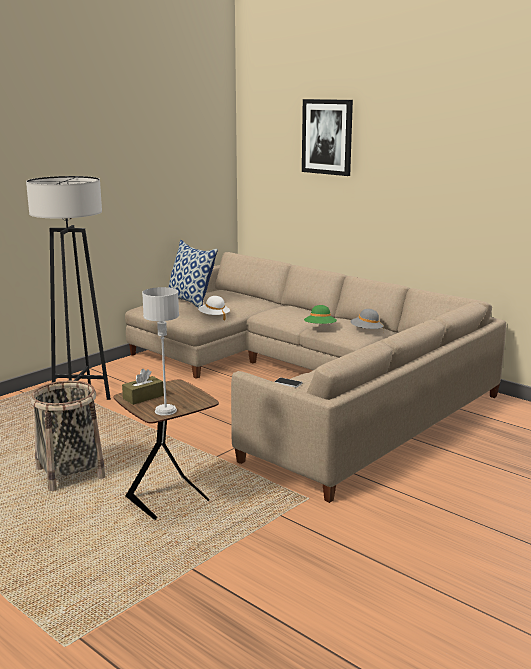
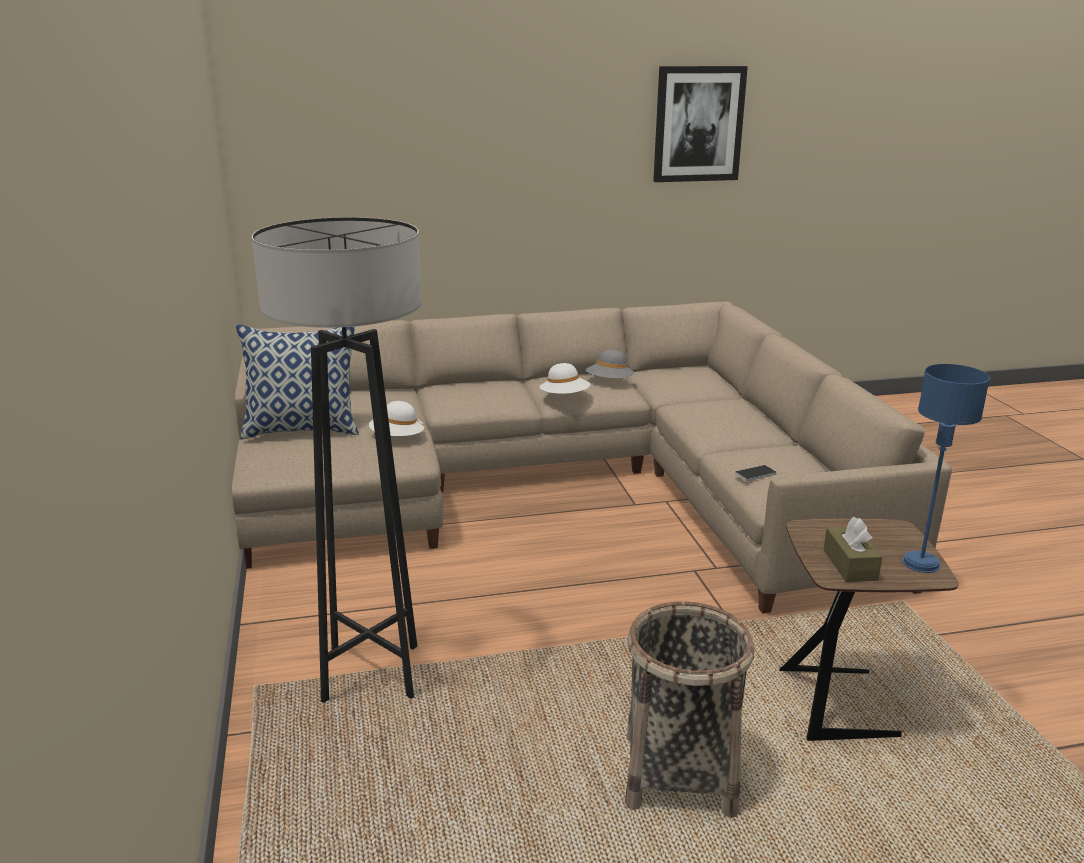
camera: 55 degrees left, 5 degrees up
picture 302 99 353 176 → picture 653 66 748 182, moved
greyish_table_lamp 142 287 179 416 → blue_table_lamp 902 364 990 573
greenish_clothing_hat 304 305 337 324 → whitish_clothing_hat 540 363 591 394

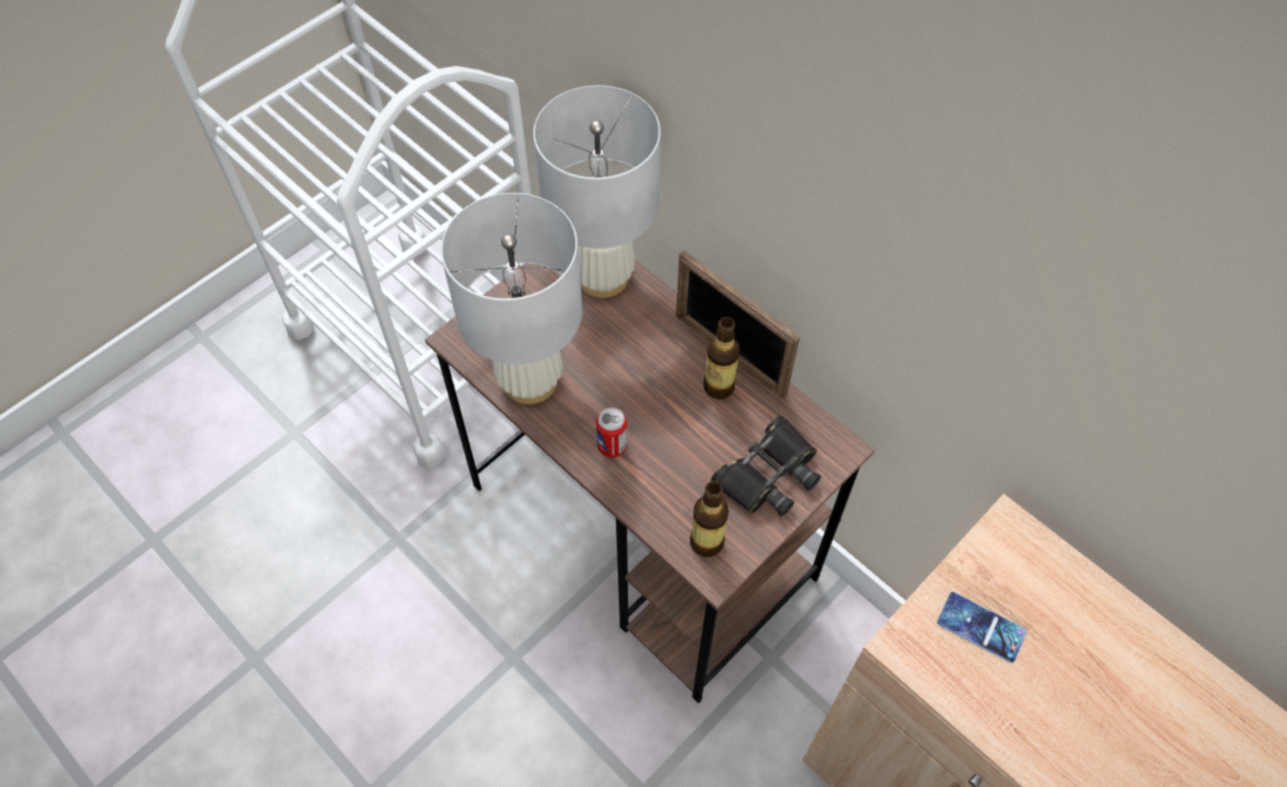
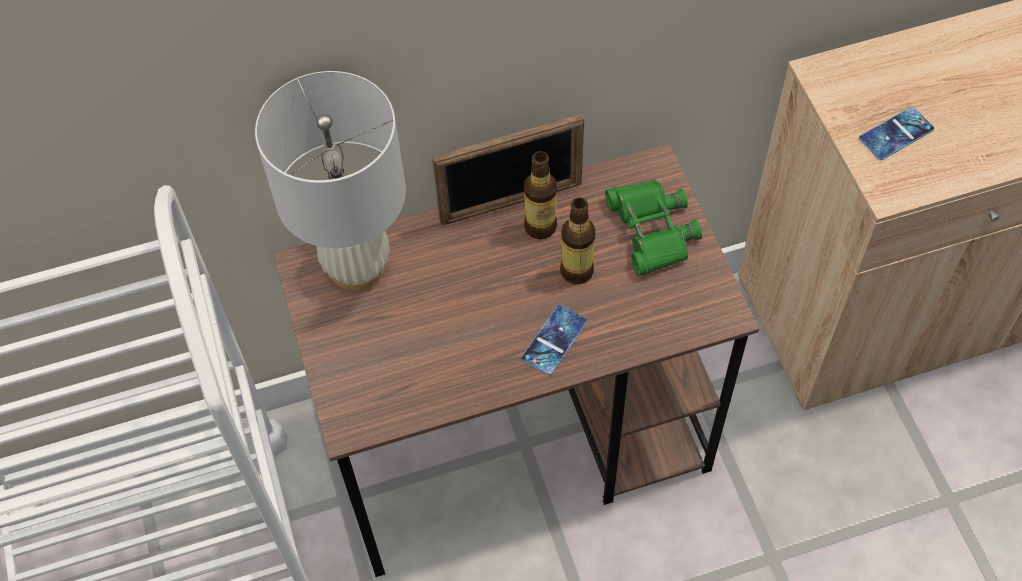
camera: 60 degrees left, 0 degrees up
whitish_table_lamp 441 193 582 404 → -
can 596 407 627 458 → telephone 521 305 588 375
black-coloured_pair_of_binoculars 710 415 821 517 → greenish_pair_of_binoculars 605 180 702 276
beverage_bottle 690 481 729 557 → beverage_bottle 560 197 596 284, moved

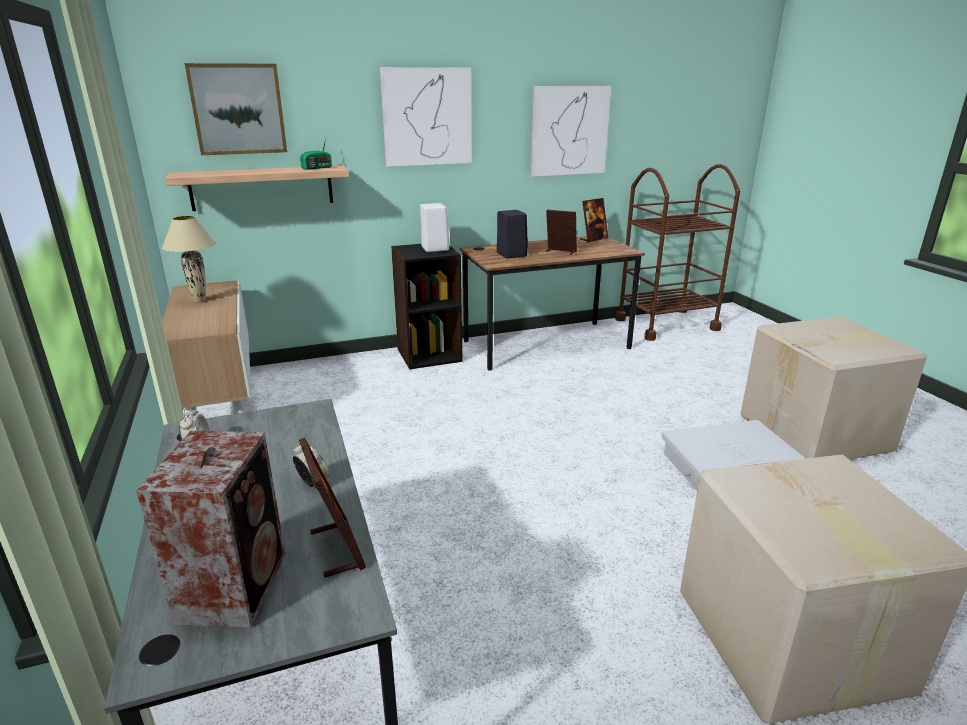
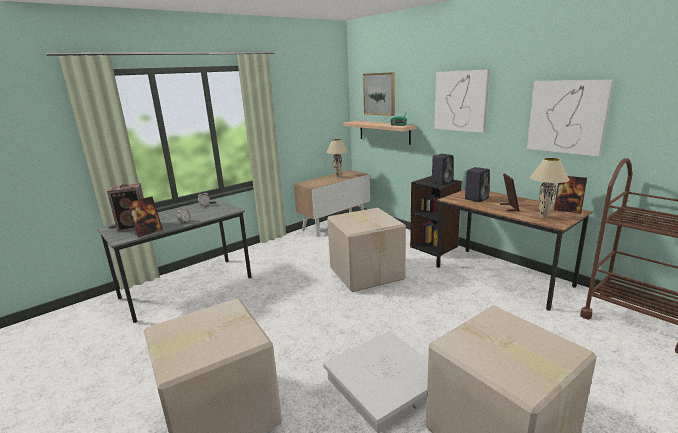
camera: 70 degrees right, 5 degrees down
whitish_audio_speaker 420 203 450 252 → black-coloured_audio_speaker 432 154 454 185
- → sand-coloured_table_lamp 530 158 569 218
- → cardboard_box 327 208 406 292

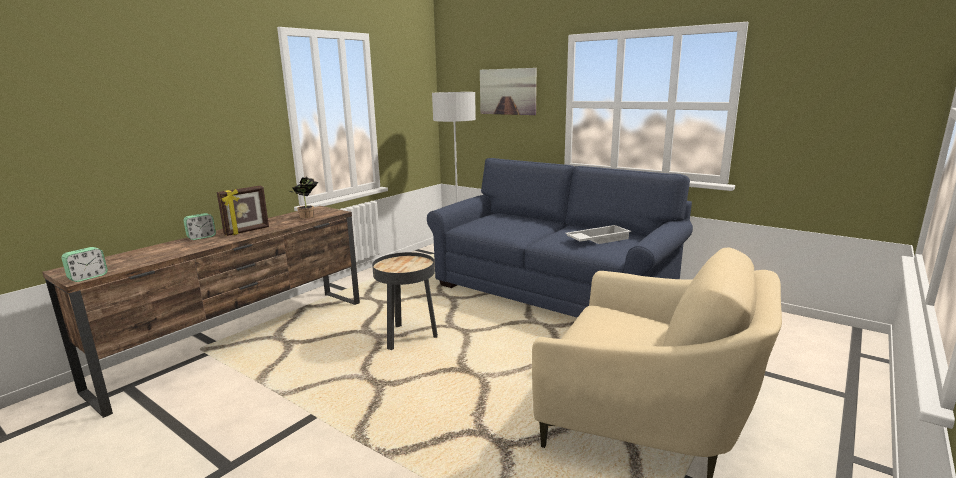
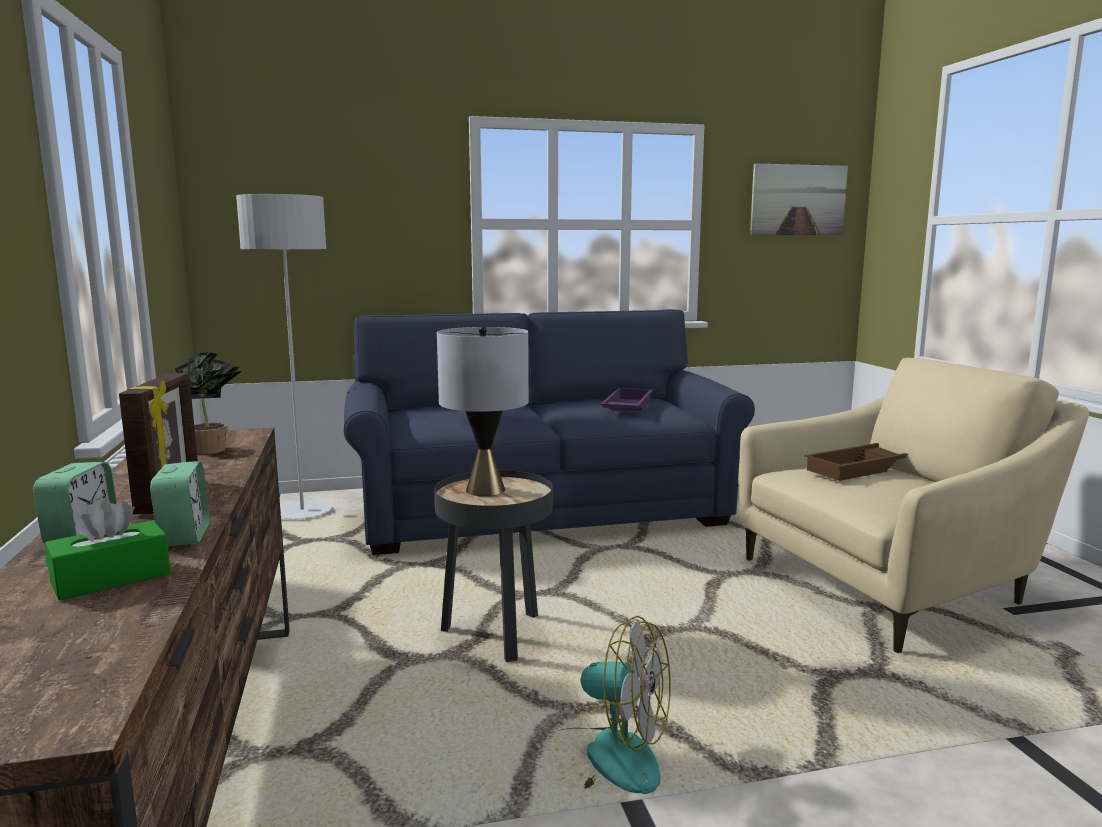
camera: 50 degrees left, 5 degrees down
picture 480 68 537 115 → picture 750 163 848 235, moved
whitish_tray 565 225 631 244 → purple_tray 600 388 653 411
table_clock 61 247 108 282 → table_clock 150 461 210 546, moved
- → greyish_table_lamp 437 326 529 496
- → brownish_tray 804 443 908 481
- → greenish_tissue_box 45 498 171 600
- → cooling_fan 555 616 671 794

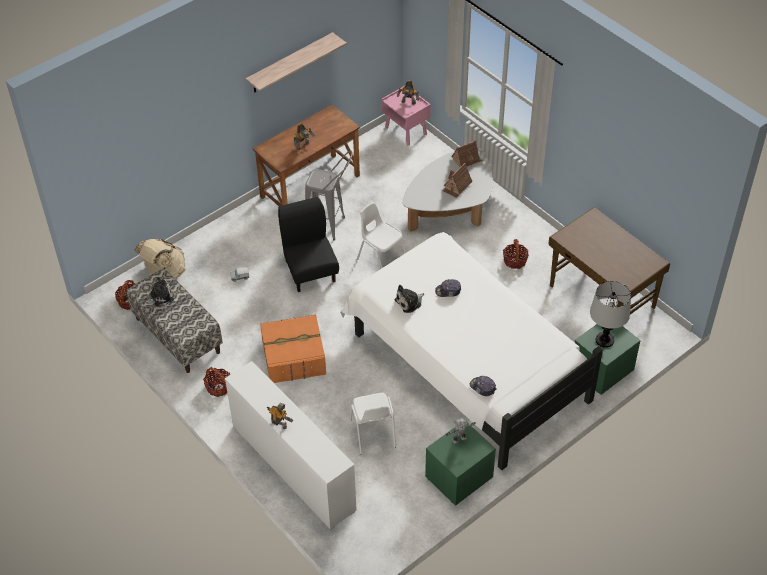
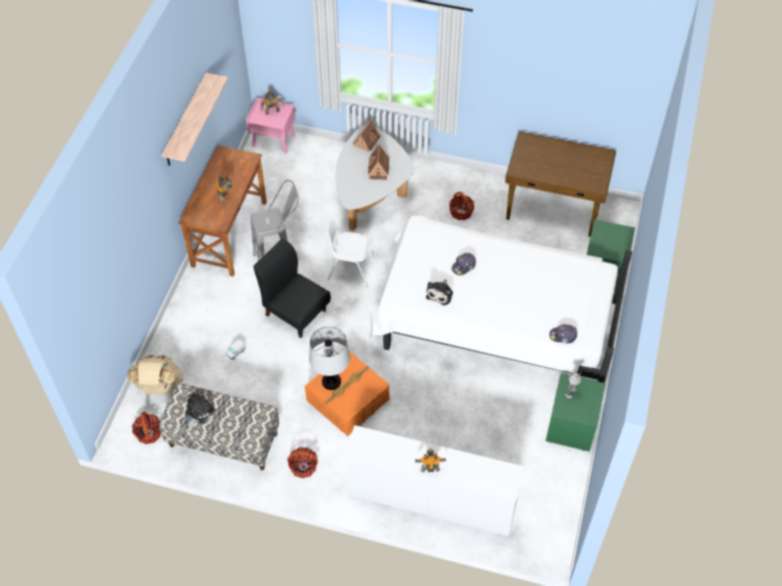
camera: 35 degrees left, 5 degrees up
table_lamp 590 281 631 348 → table_lamp 309 327 350 390, moved
whitish_chair 350 393 396 455 → -

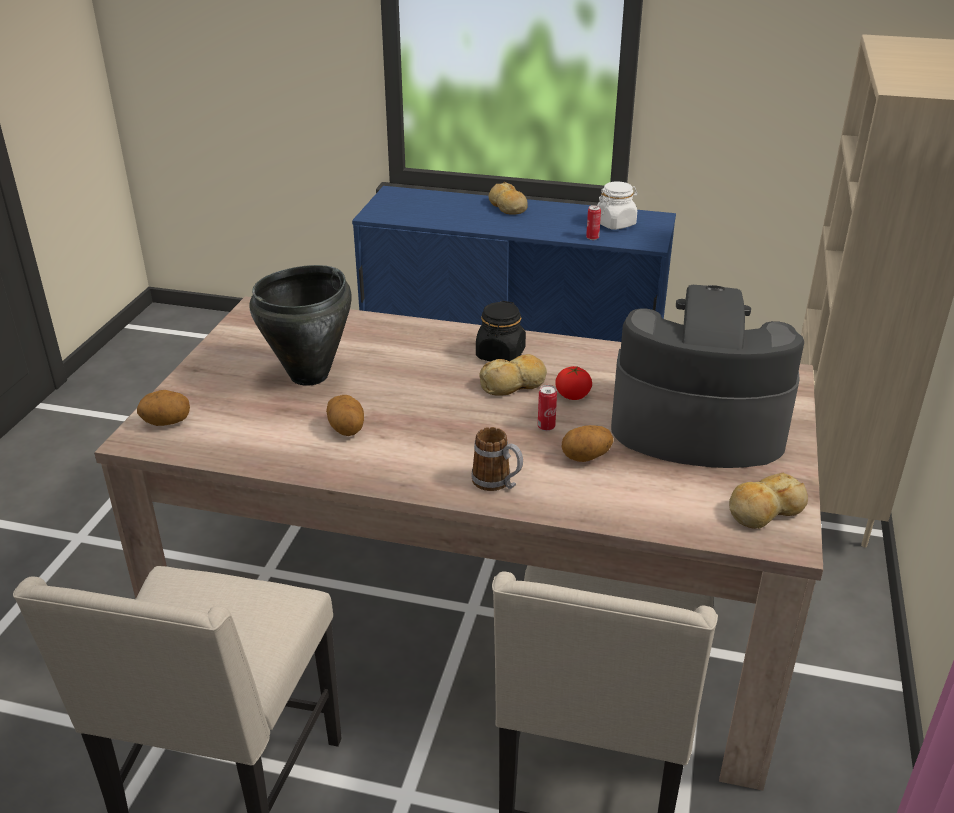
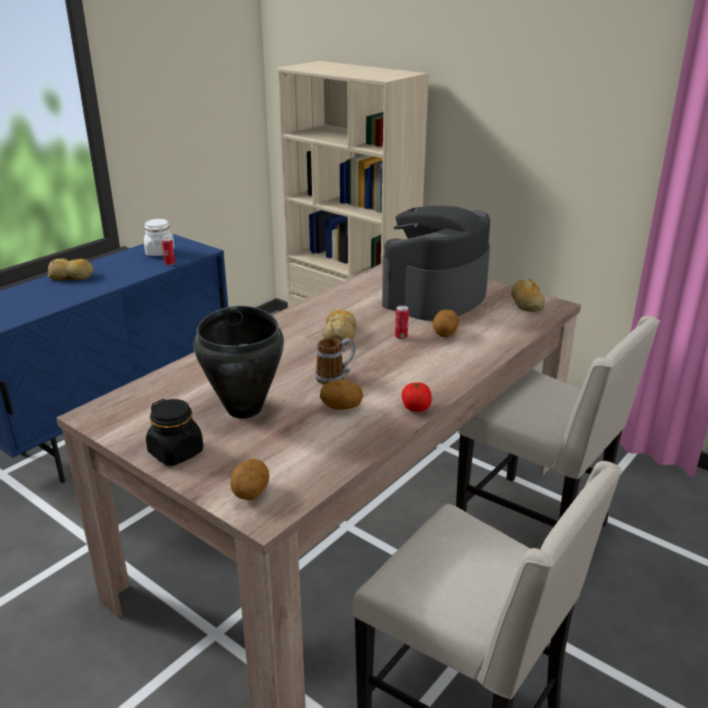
camera: 65 degrees left, 5 degrees down
black-coloured_storage_jar 476 301 526 361 → black-coloured_storage_jar 146 399 203 466, moved
whole_tomato 555 366 592 400 → whole_tomato 402 382 432 412, moved
tea_mug 471 427 523 491 → tea_mug 315 338 355 385, moved

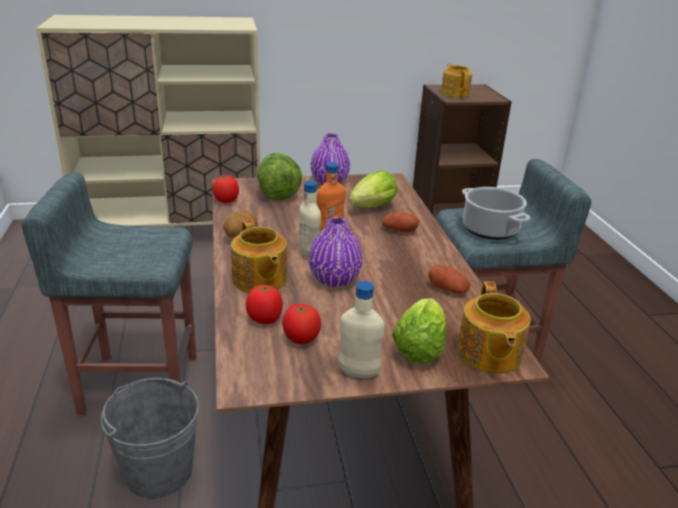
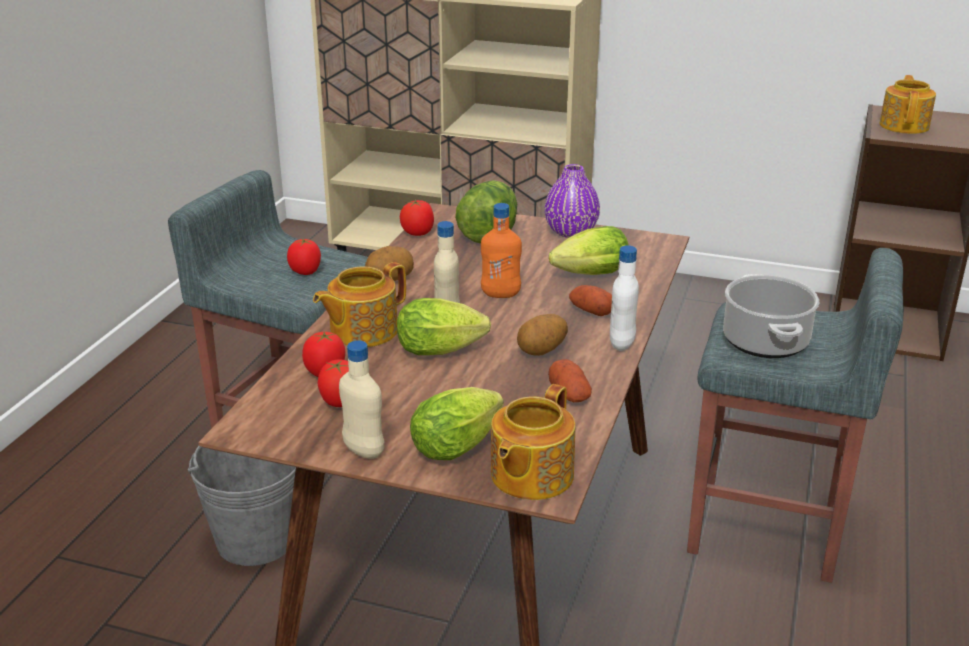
camera: 30 degrees right, 0 degrees up
purple_vase 309 217 363 287 → lettuce 397 298 491 355
teapot 231 219 287 293 → teapot 313 262 406 347, 45 degrees clockwise
- → whole_tomato 287 239 321 275
- → whitish_beverage_bottle 610 245 639 351
- → whole_potato 517 314 568 356

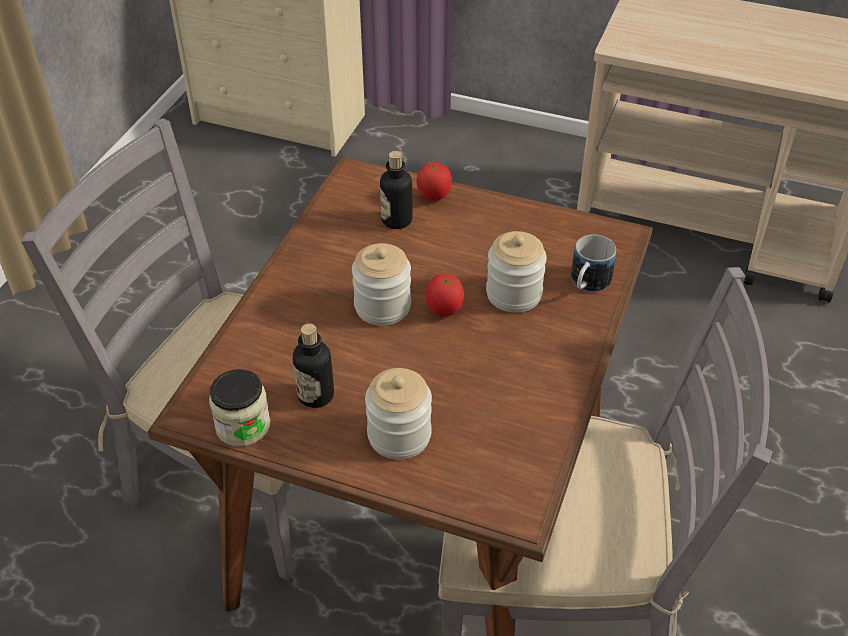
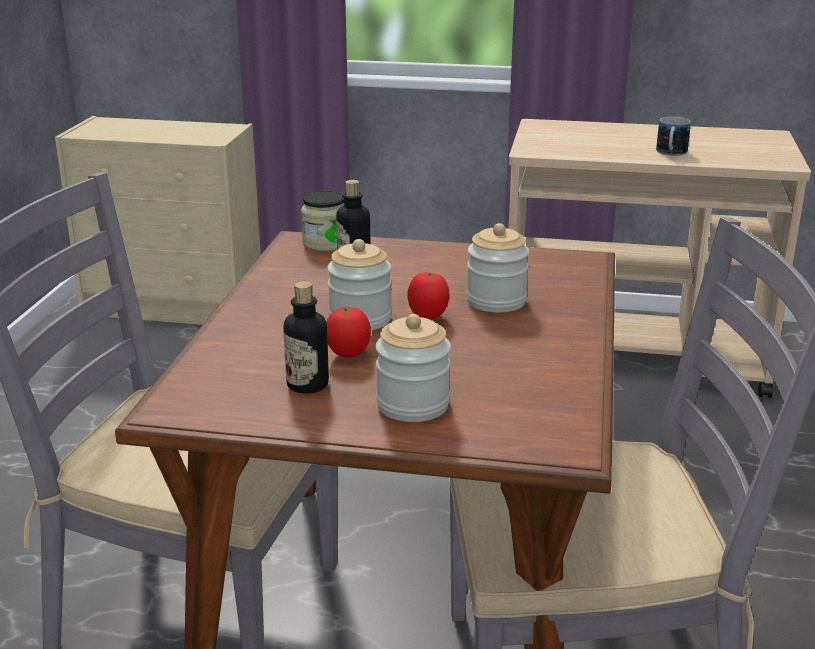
camera: 10 degrees left, 20 degrees down
whole_tomato 416 162 452 201 → whole_tomato 326 307 371 358, moved
tea_mug 571 234 616 292 → tea_mug 656 117 691 156, moved
storage_jar 209 369 270 446 → storage_jar 301 190 344 251, moved

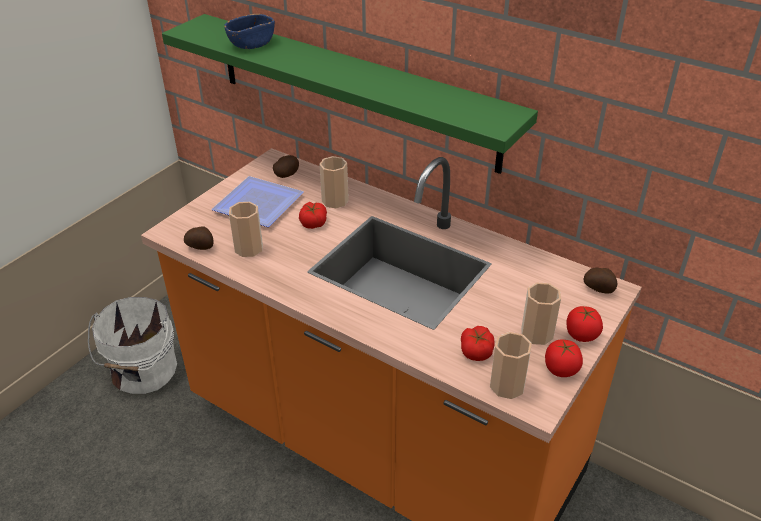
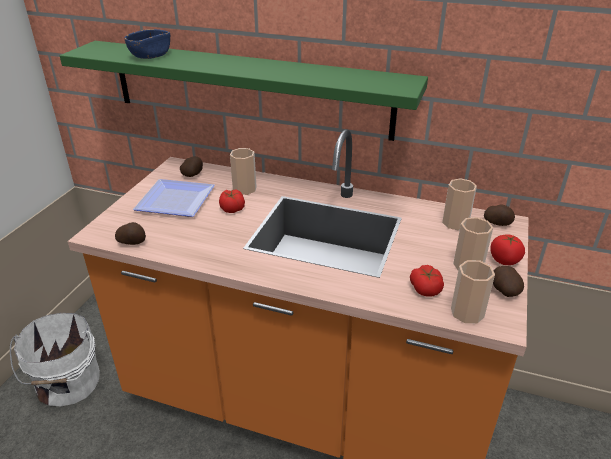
camera: 15 degrees left, 5 degrees down
small_cup 229 202 263 257 → small_cup 442 178 477 230, moved
whole_tomato 545 340 583 377 → whole_potato 493 266 524 297

